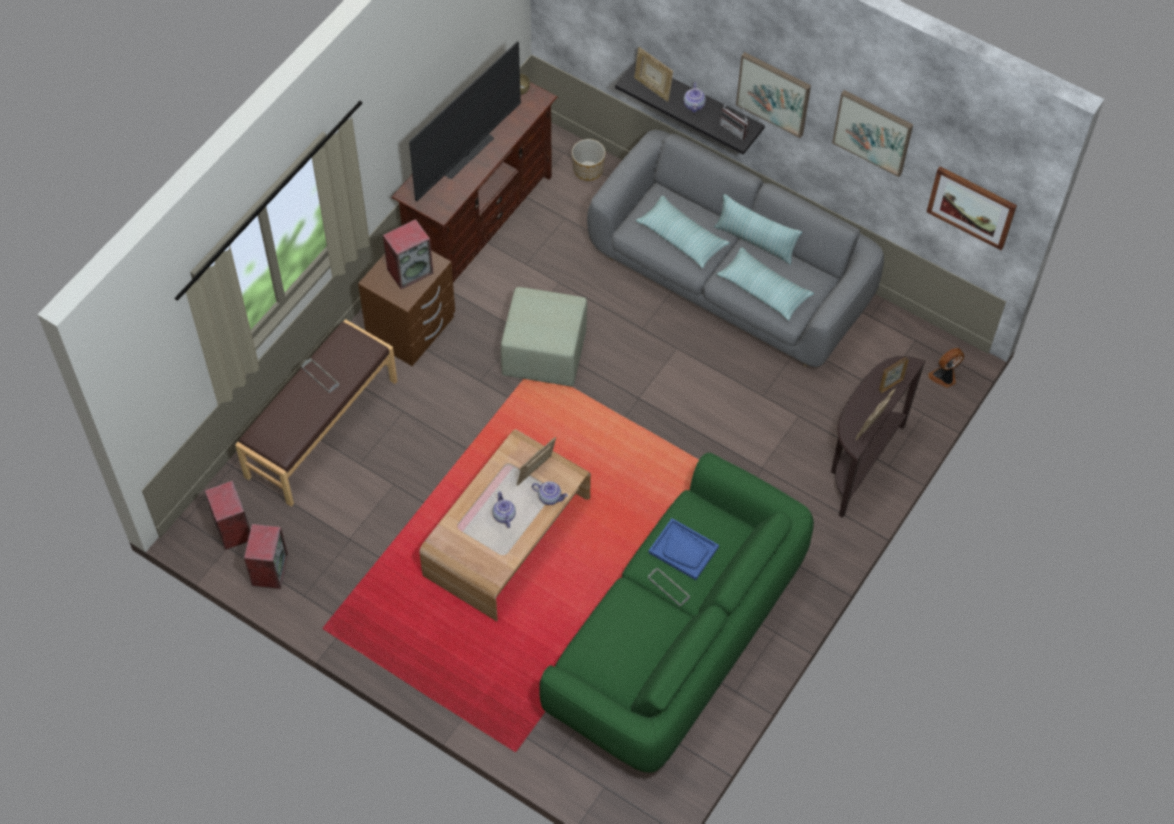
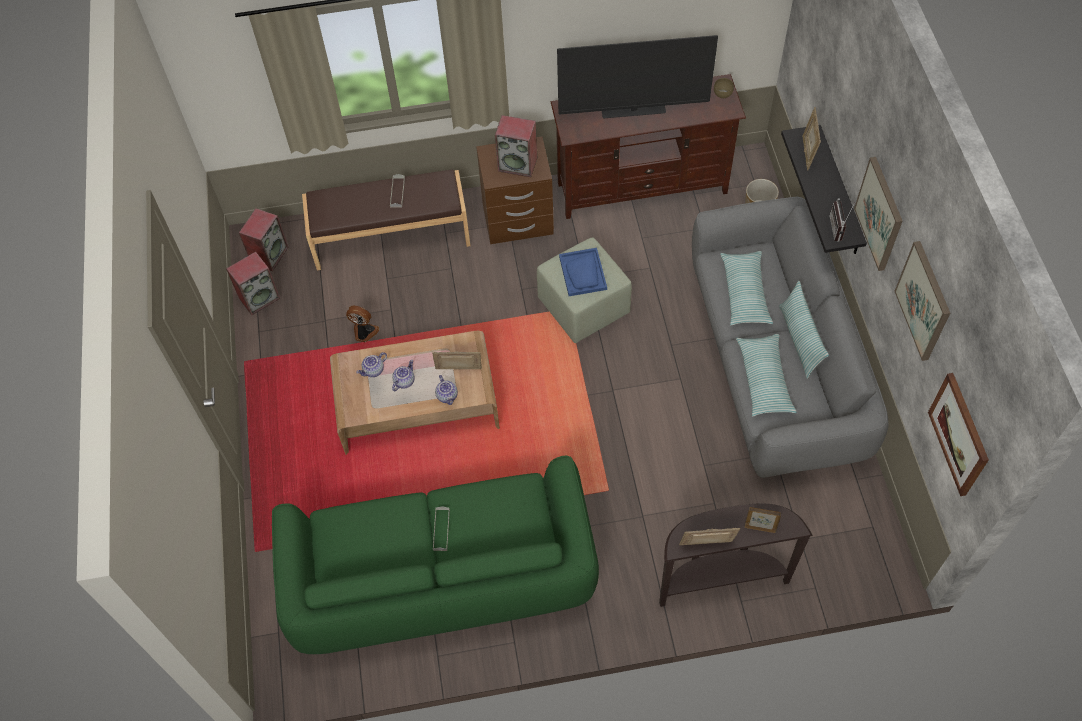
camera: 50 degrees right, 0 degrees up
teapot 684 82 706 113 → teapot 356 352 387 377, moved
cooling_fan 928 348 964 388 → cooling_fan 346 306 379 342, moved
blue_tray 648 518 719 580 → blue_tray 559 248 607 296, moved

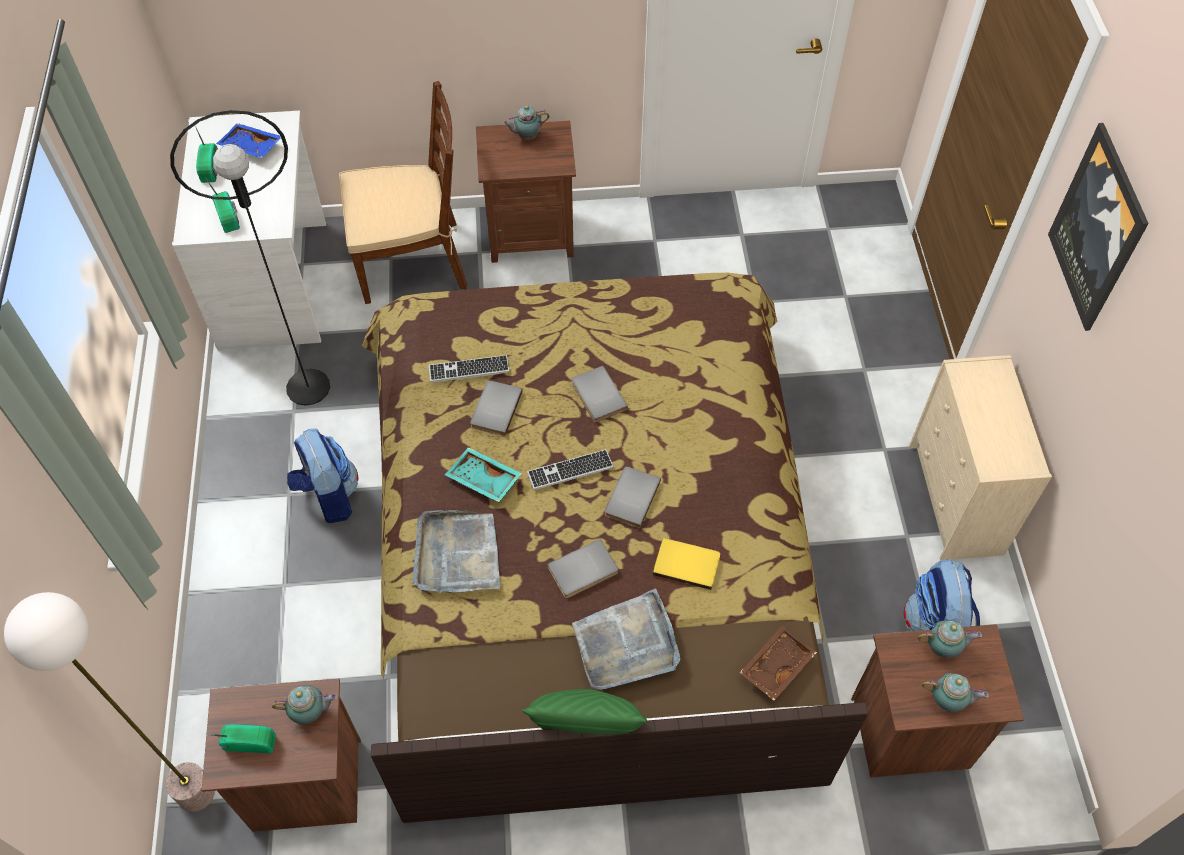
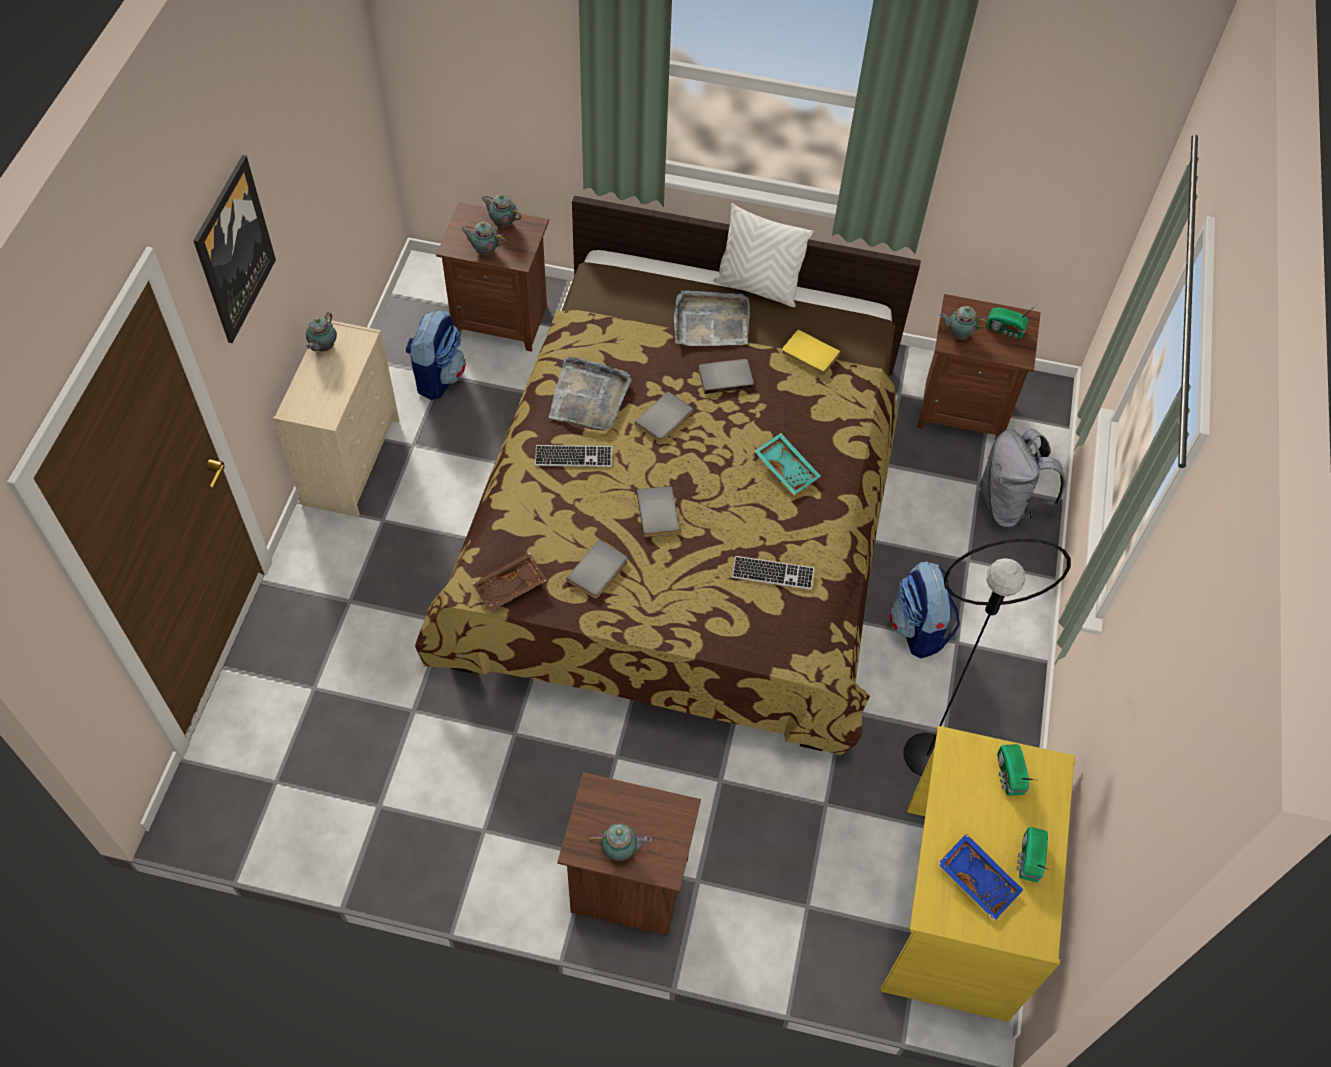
camera: 165 degrees left, 0 degrees up
brownish_chair 339 81 467 304 → -
whitish_desk_table 172 111 326 350 → yellow_desk_table 881 726 1076 1022
greyish_bound_book 470 380 523 436 → greyish_bound_book 566 540 627 599, moved
keyboard 527 449 614 490 → keyboard 535 445 612 467, moved
greyish_tray 413 510 500 593 → greyish_tray 549 356 632 431, moved
yellow_bound_book 653 538 720 590 → yellow_bound_book 782 329 841 375, moved
standard_lamp 4 592 215 812 → -
brownish_tray 739 625 817 701 → brownish_tray 472 552 547 612, moved
greenish_pillow 522 689 648 734 → whitish_pillow 714 203 814 307
- → teapot 306 311 337 351
- → greyish_knapsack 979 429 1066 528

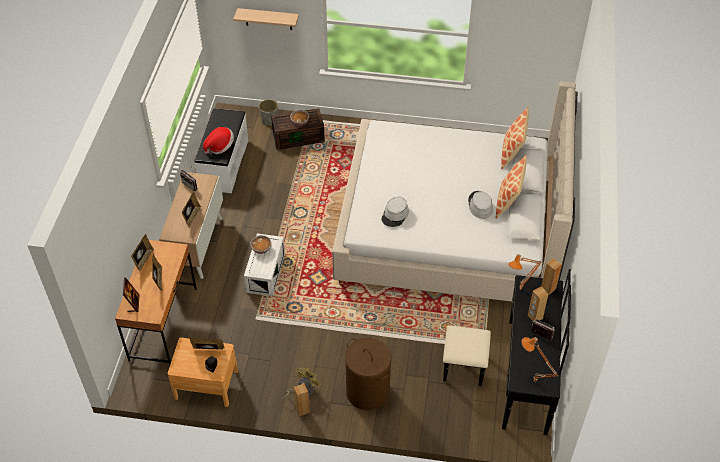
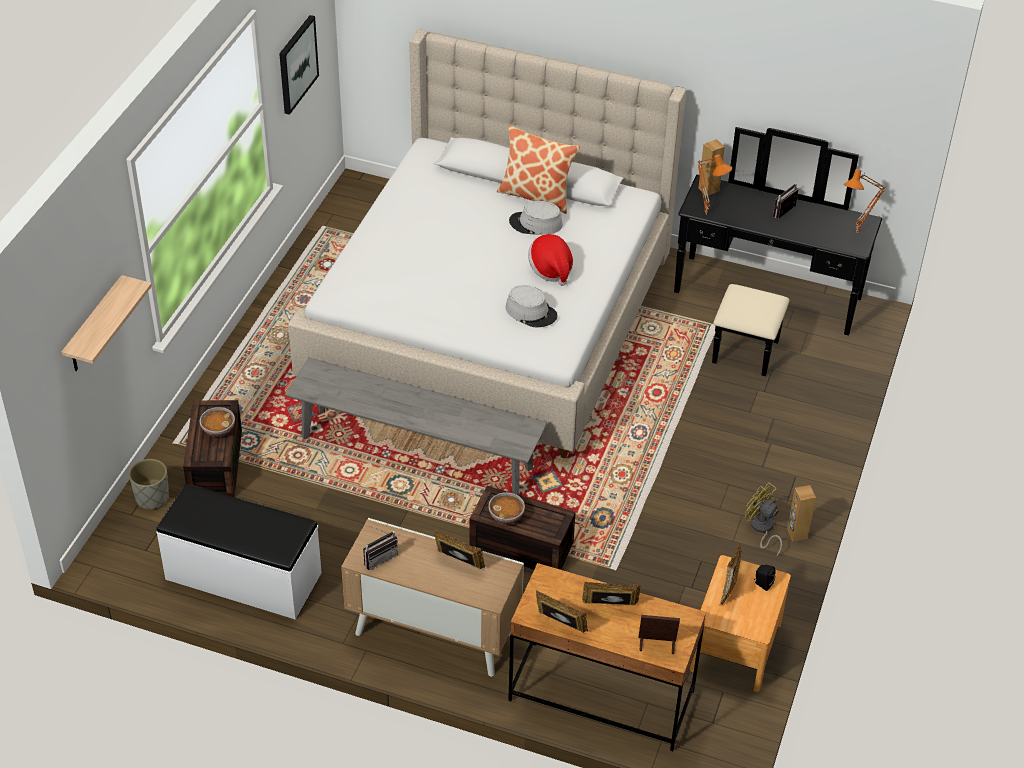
camera: 80 degrees left, 5 degrees down
pillow 501 107 529 169 → -
clothing_hat 203 127 234 154 → clothing_hat 528 234 573 286, moved
whitish_storage_container 244 233 285 296 → brownish_storage_container 469 486 576 570
brownish_audio_speaker 528 286 548 322 → -
brownish_washing_basket 345 338 391 410 → -
- → picture 279 15 319 115
- → greyish_indoor_bench 285 358 547 495

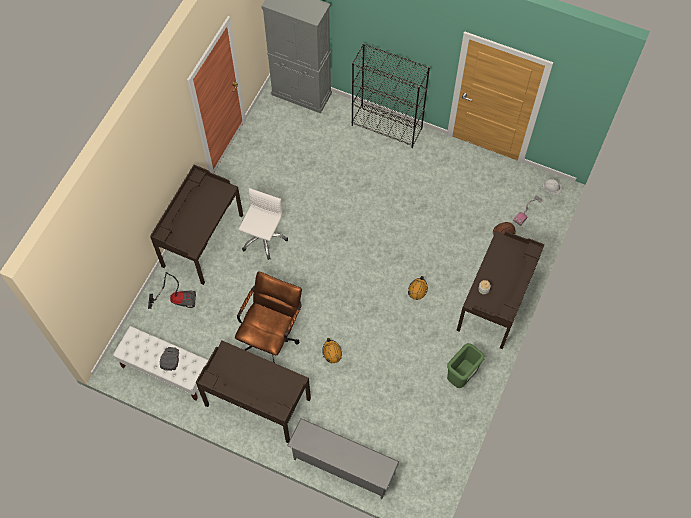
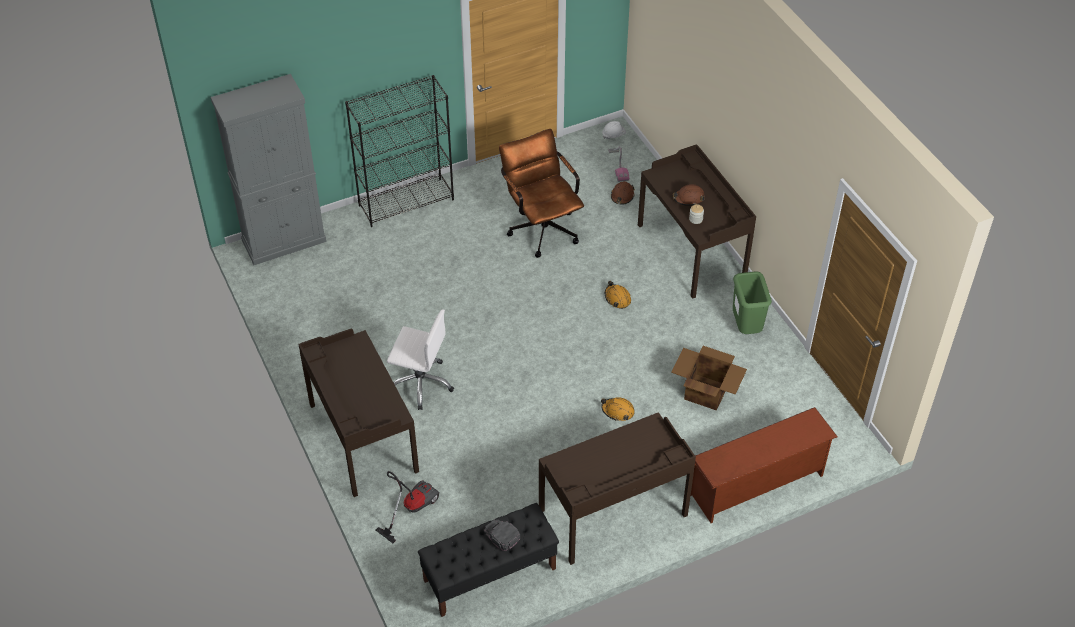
camera: 50 degrees left, 15 degrees down
whitish_desk_chair 239 188 288 260 → whitish_desk_chair 387 309 454 410, 135 degrees clockwise
brownish_desk_chair 235 272 302 363 → brownish_desk_chair 499 129 584 258, moved
whitish_indoor_bench 113 326 208 400 → black-coloured_indoor_bench 418 503 559 617
greyish_shoe_shelf 287 418 399 499 → brownish_shoe_shelf 691 407 838 523
- → brownish_safety_helmet 673 184 705 206
- → cardboard_box 671 346 747 411

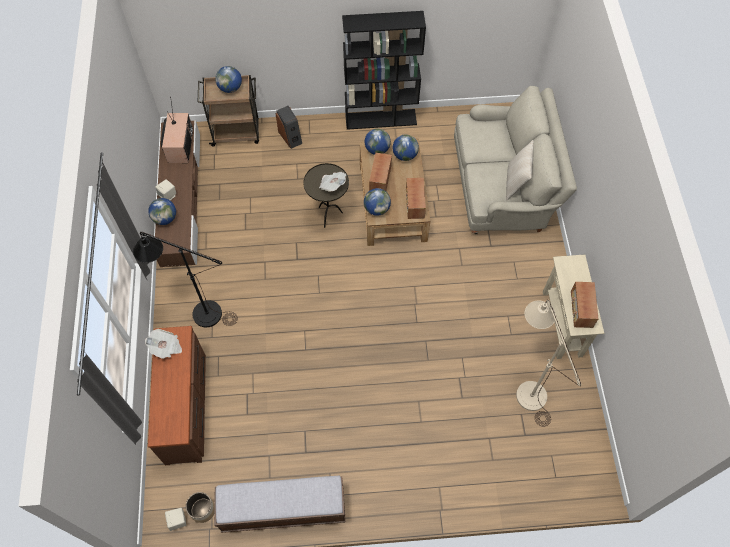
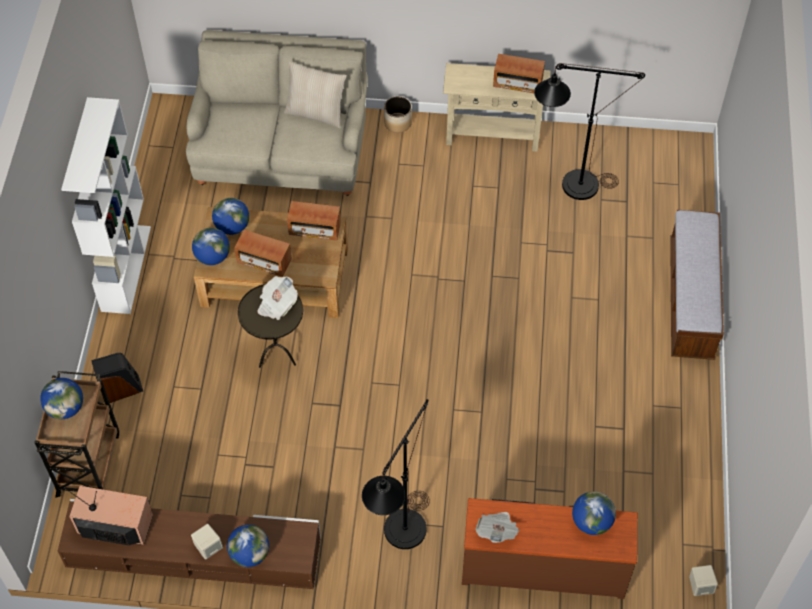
camera: 80 degrees left, 5 degrees down
black-coloured_bookshelf 342 11 426 130 → whitish_bookshelf 61 97 151 314
desk_globe 364 188 391 216 → desk_globe 572 491 616 535, moved
sand-coloured_standard_lamp 516 300 581 427 → black-coloured_standard_lamp 534 63 645 200
indoor_bench 214 476 346 533 → indoor_bench 670 210 724 360, moved
plant_pot 186 492 215 523 → plant_pot 384 96 412 133, moved

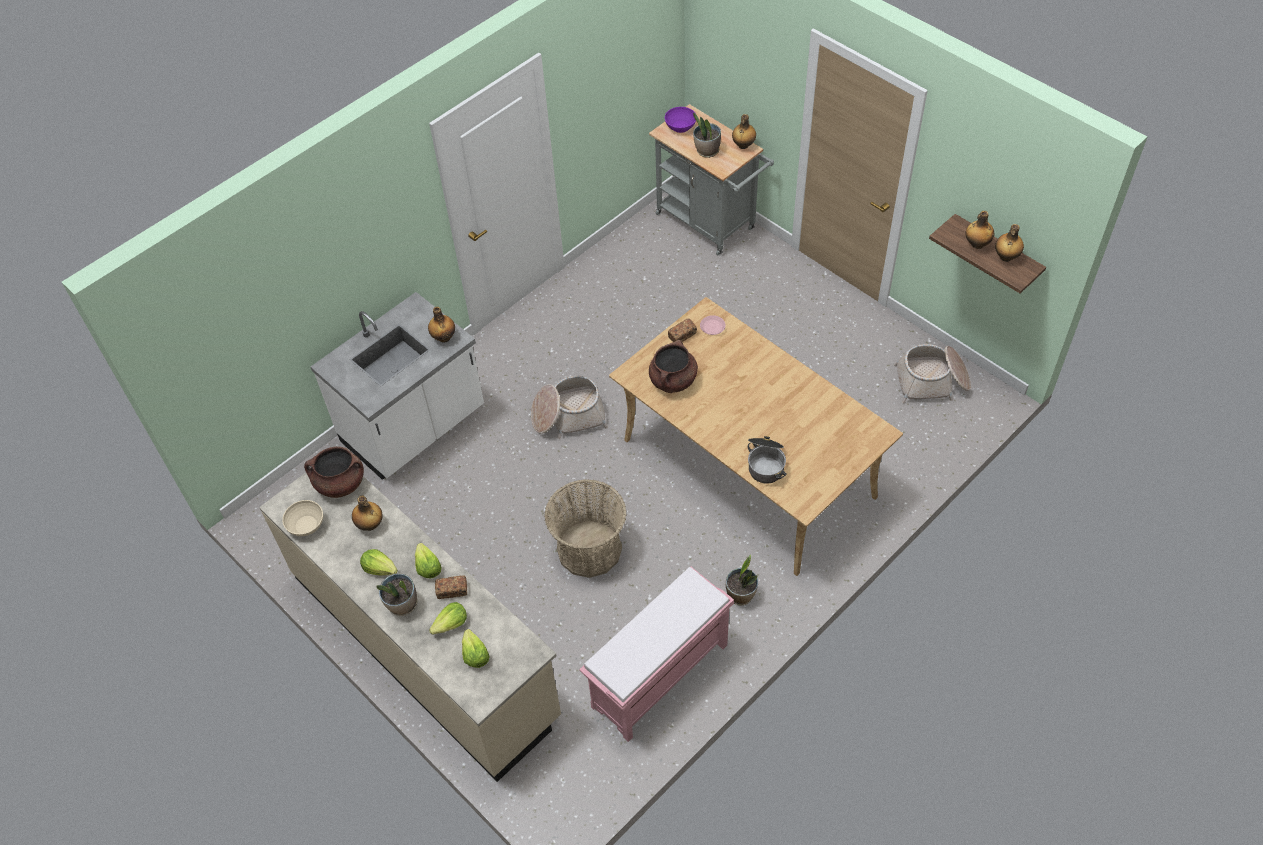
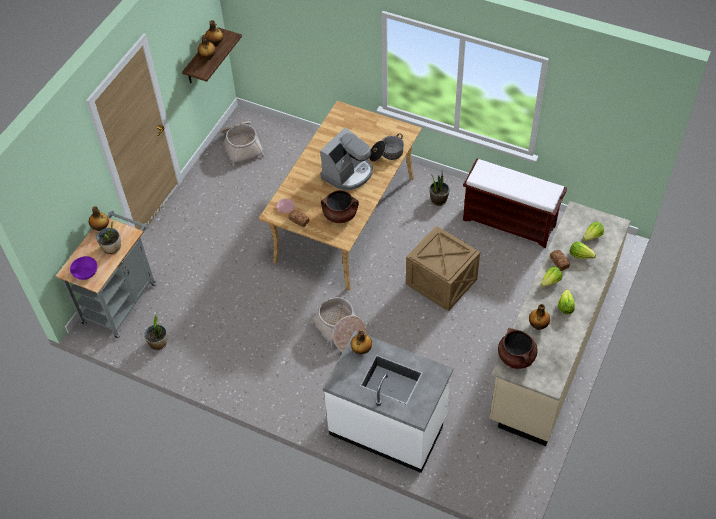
camera: 110 degrees left, 0 degrees up
storage_basket 544 479 627 578 → packing_crate 406 226 480 311
sand-coloured_bowl 282 500 323 536 → -
pink_indoor_bench 579 567 734 742 → brownish_indoor_bench 463 158 567 248
potted_plant 376 573 417 616 → potted_plant 144 314 167 350, moved
- → coffee_brewer 320 127 373 190

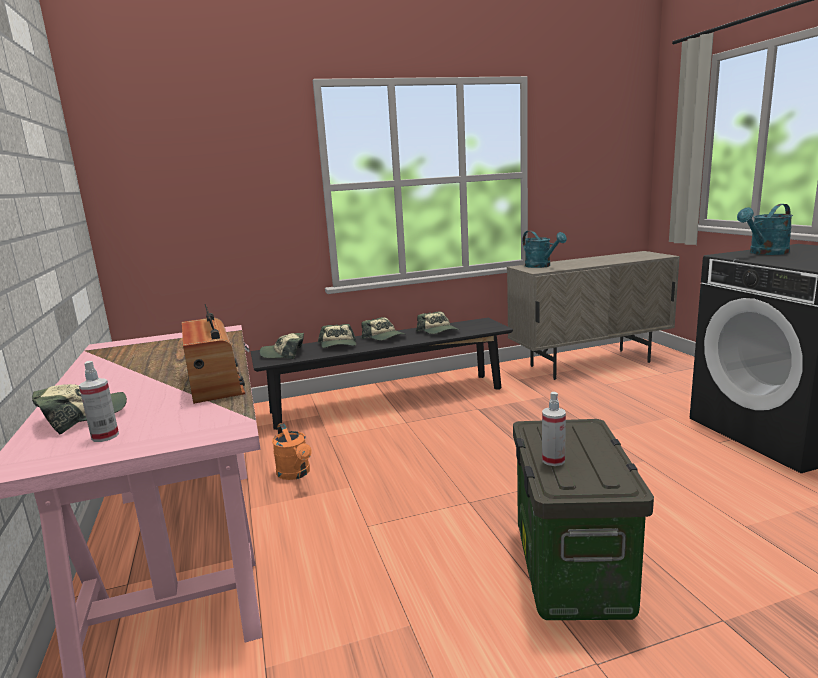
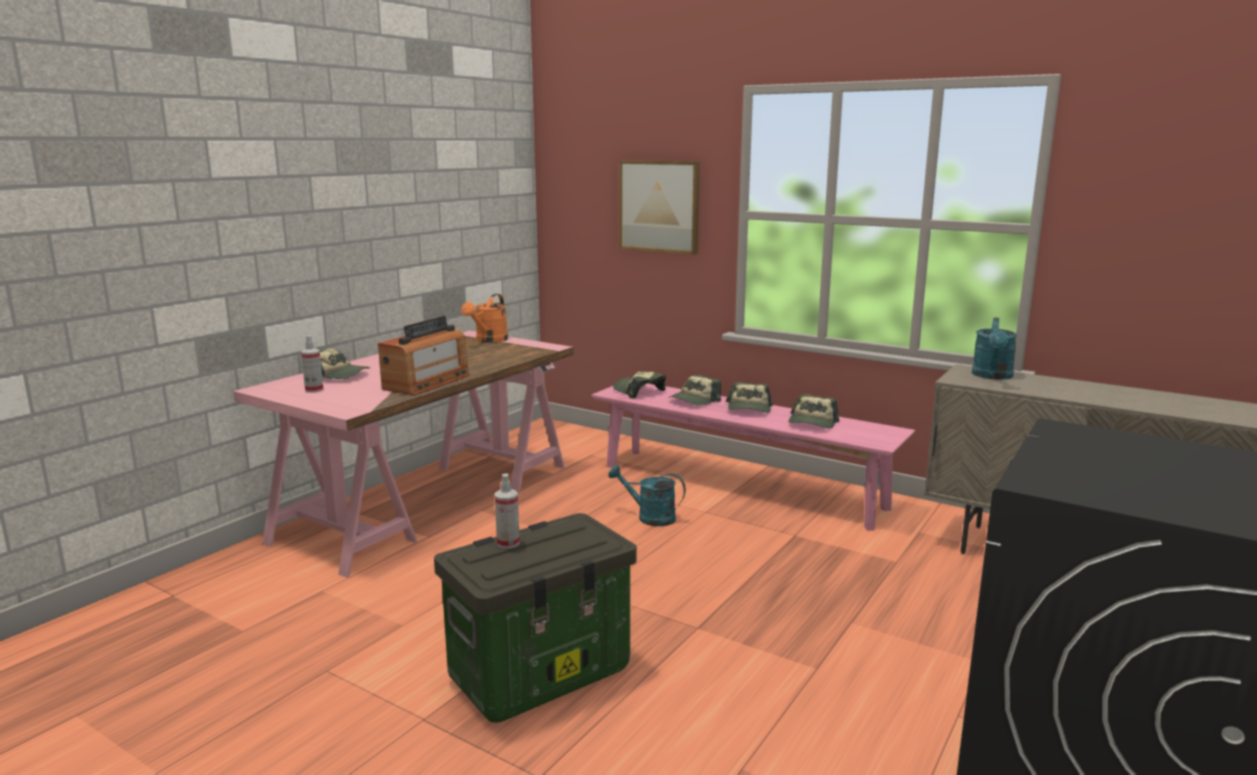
camera: 50 degrees right, 0 degrees up
turquoise-coloured_watering_pot 737 204 793 255 → turquoise-coloured_watering_pot 608 465 686 526, moved
black-coloured_indoor_bench 251 318 513 430 → pink_indoor_bench 591 383 915 530
orange-coloured_watering_pot 272 423 312 480 → orange-coloured_watering_pot 461 294 508 343, moved
- → picture 619 160 700 255

